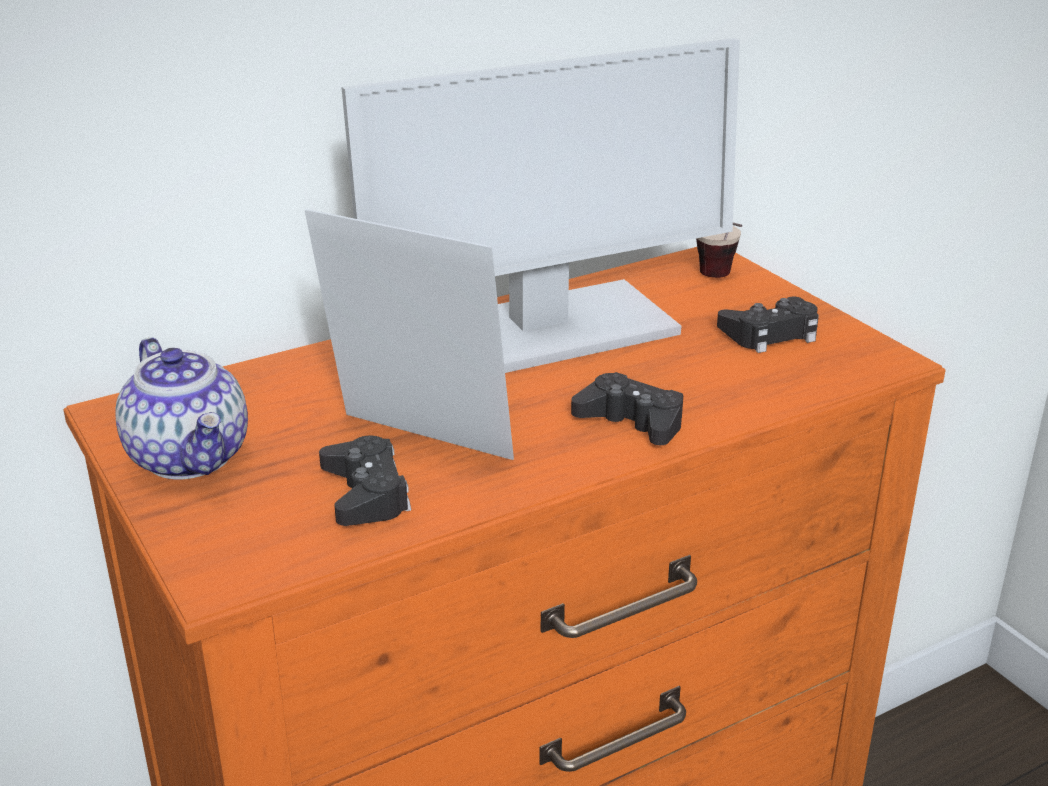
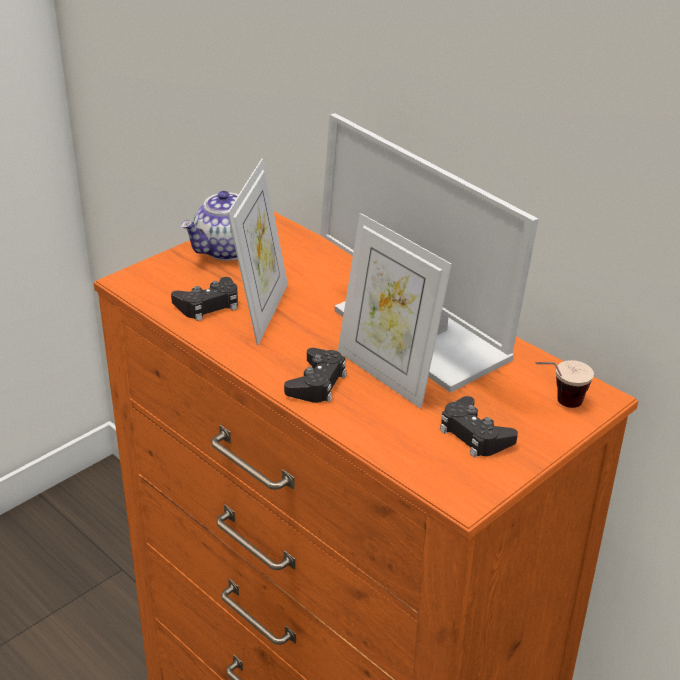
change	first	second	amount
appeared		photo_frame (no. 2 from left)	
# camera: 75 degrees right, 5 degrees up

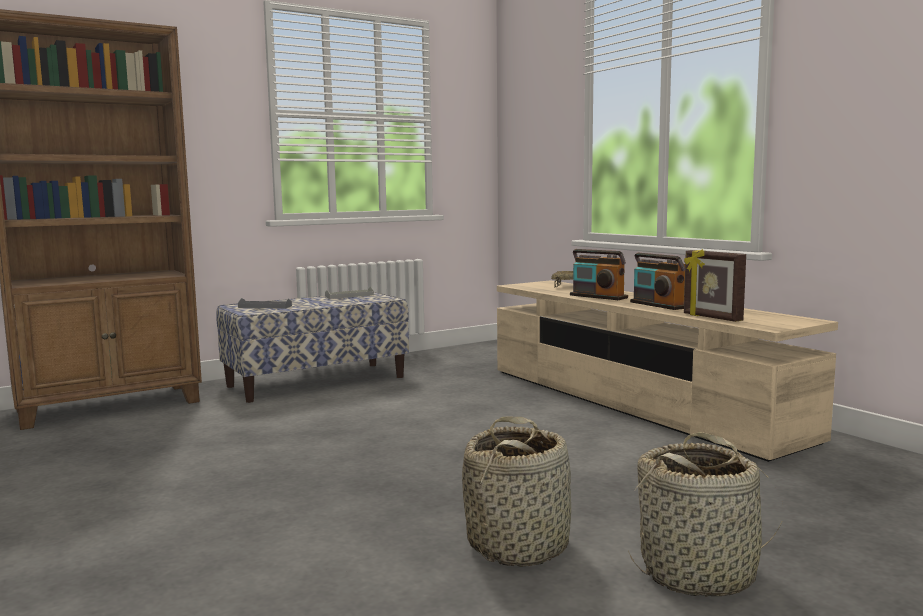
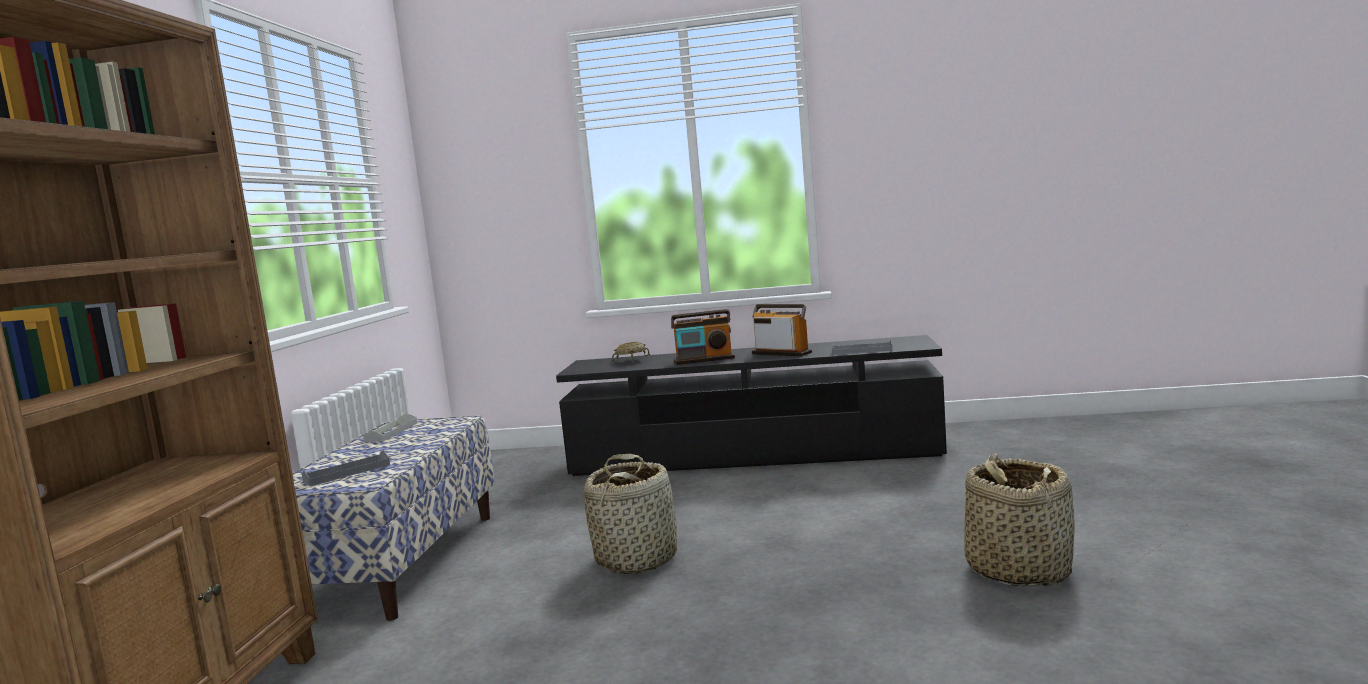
change	first	second	amount
exchanged	photo_frame	greyish_tray (no. 3 from left)	
spun	radio (no. 2 from left)		150 degrees counterclockwise
colour	sand-coloured_media_console	blackish_media_console	
relocated	household_basket (no. 2 from left in the first image)	household_basket (no. 1 from left)	
# camera: 50 degrees left, 0 degrees up

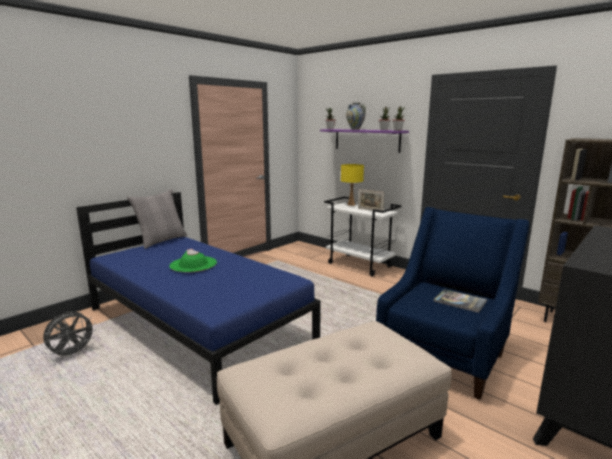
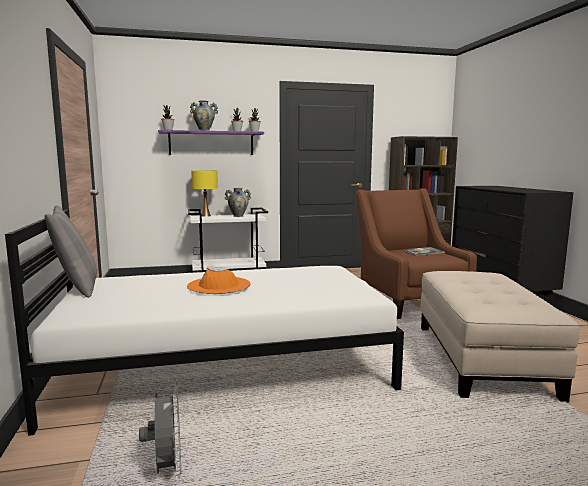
change	first	second	amount
exchanged	photo_frame	decorative_vase (no. 2 from left)	
colour	bluish_bed	whitish_bed	
colour	bluish_lounge_chair	brownish_lounge_chair	
colour	greenish_clothing_hat	orangey_clothing_hat	
# camera: 55 degrees left, 5 degrees down

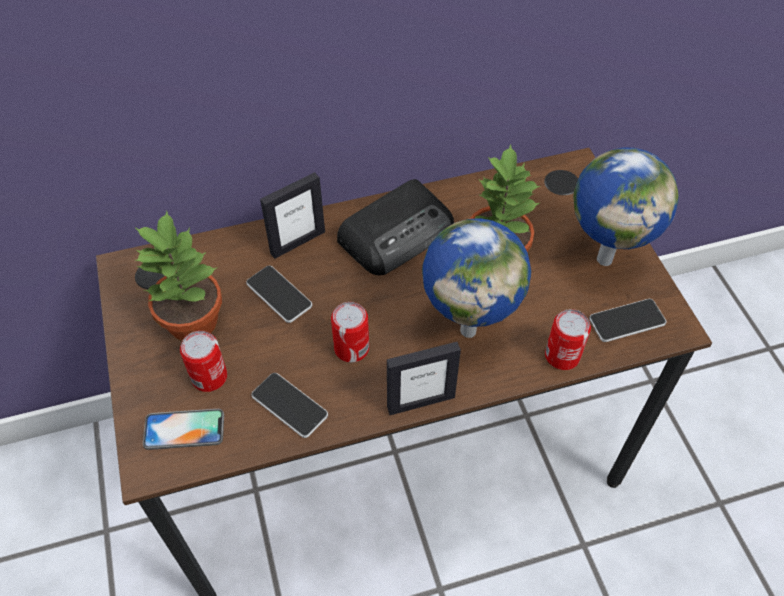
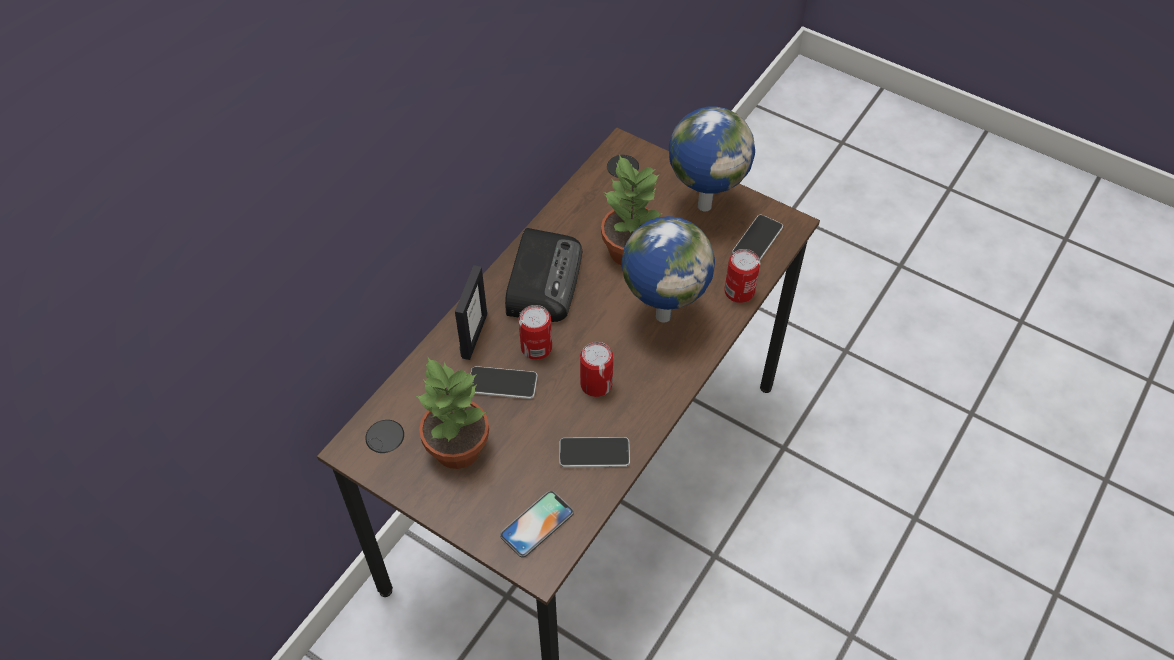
change	first	second	amount
relocated	metal_can (no. 1 from left)		
missing	photo_frame (no. 2 from left)		
# camera: 40 degrees left, 0 degrees up

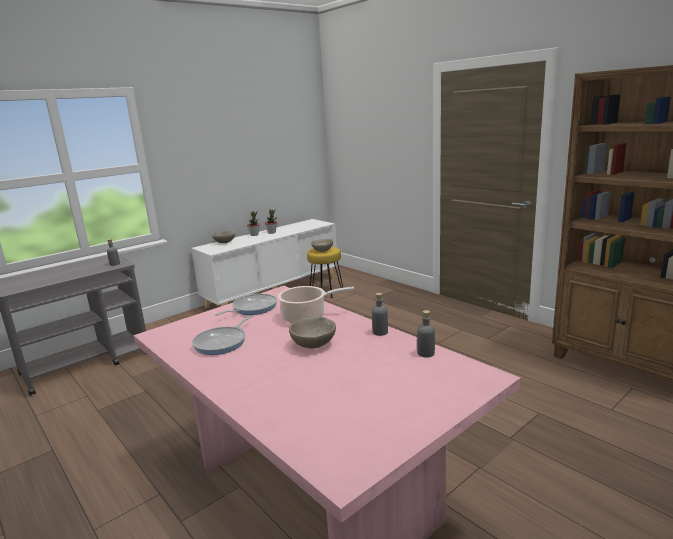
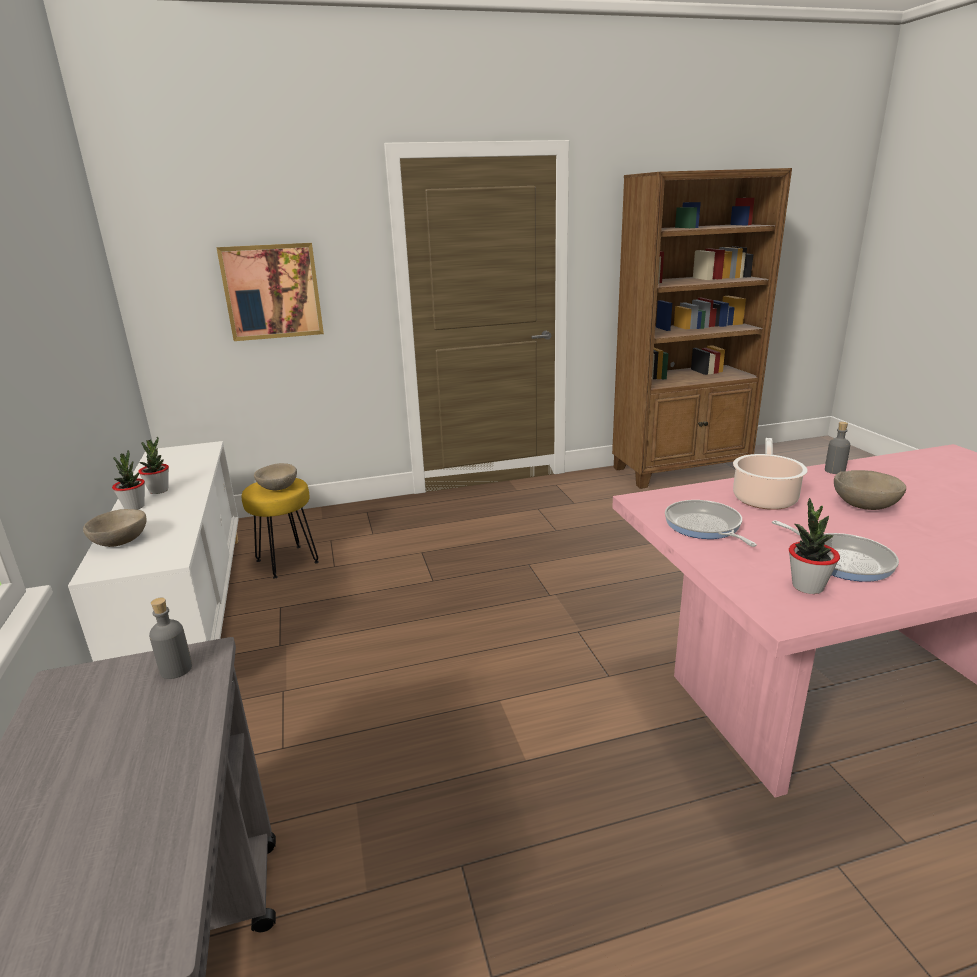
change	first	second	amount
missing	greyish_beverage_bottle (no. 3 from left)		
appeared		wall_art	
appeared		houseplant (no. 3 from left)	
# camera: 65 degrees left, 5 degrees up

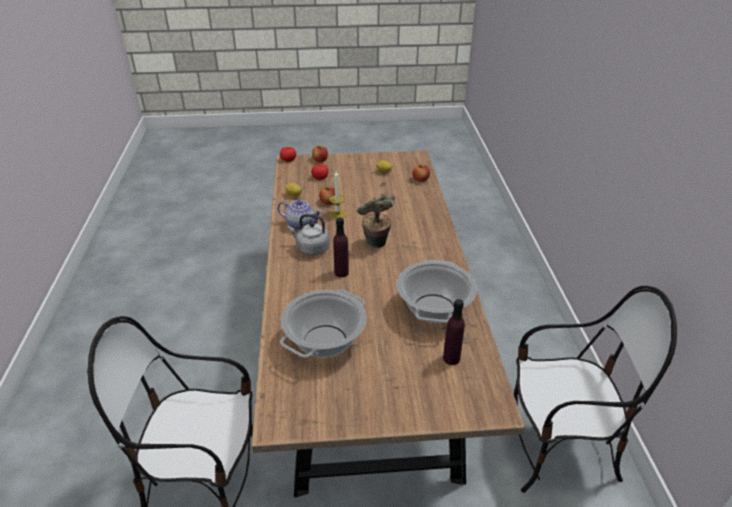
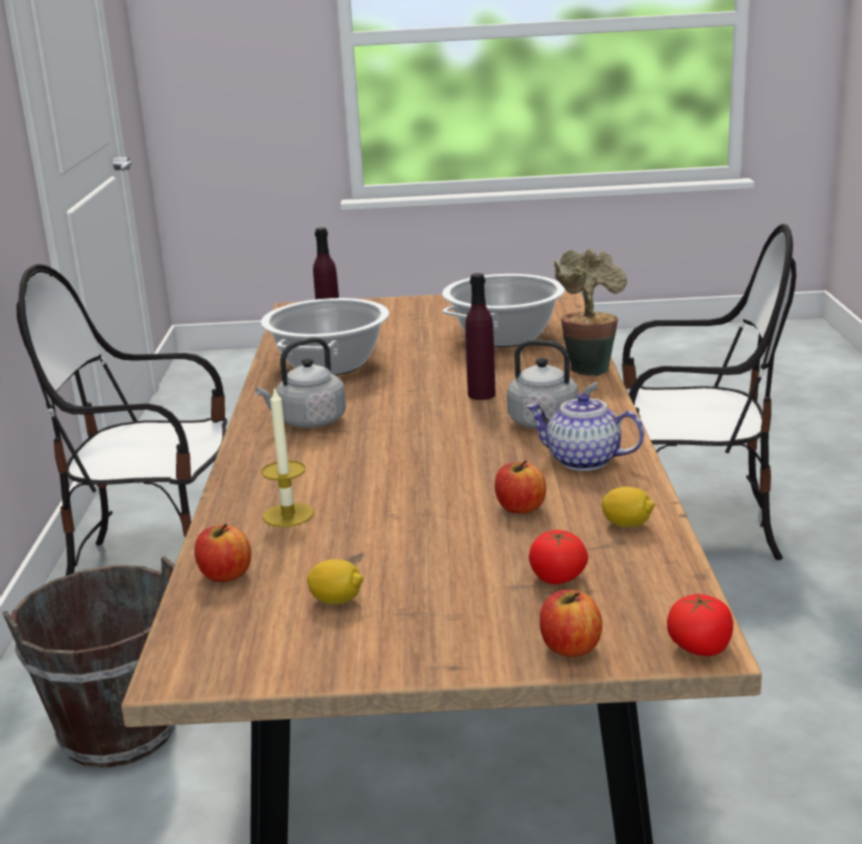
change	first	second	amount
relocated	candle		
relocated	houseplant		
appeared		greyish_kettle (no. 1 from left)	
appeared		brownish_water_bucket	
# camera: 175 degrees left, 15 degrees down

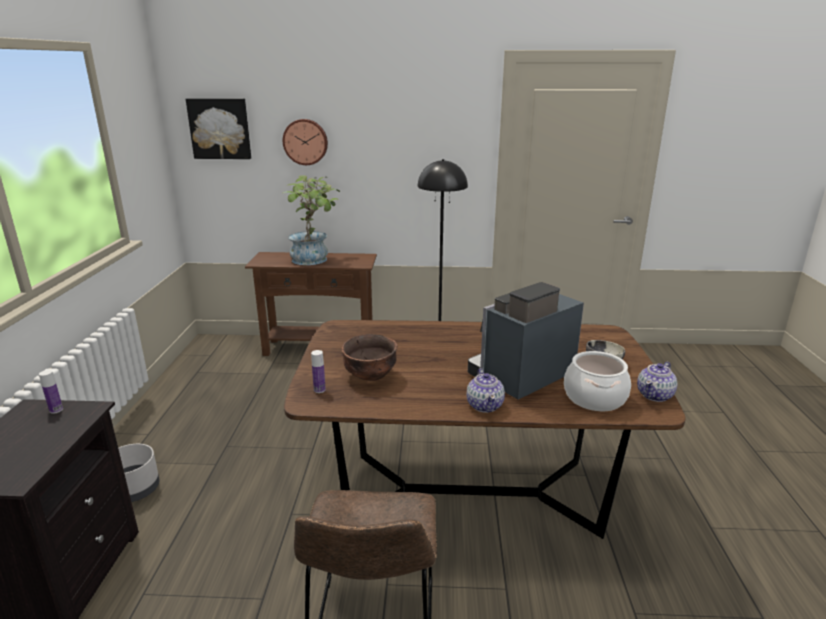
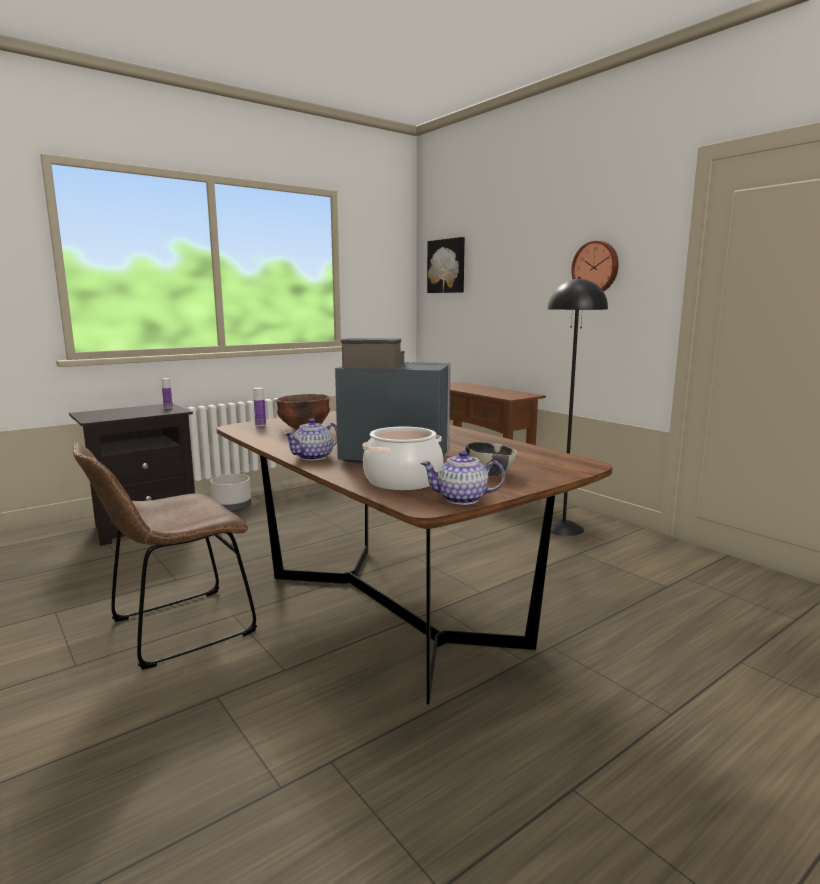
change	first	second	amount
relocated	hanging_clock		
missing	houseplant		
# camera: 50 degrees right, 10 degrees down

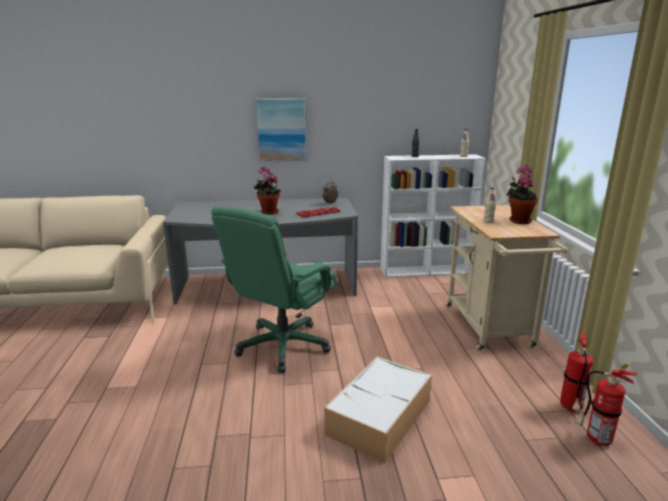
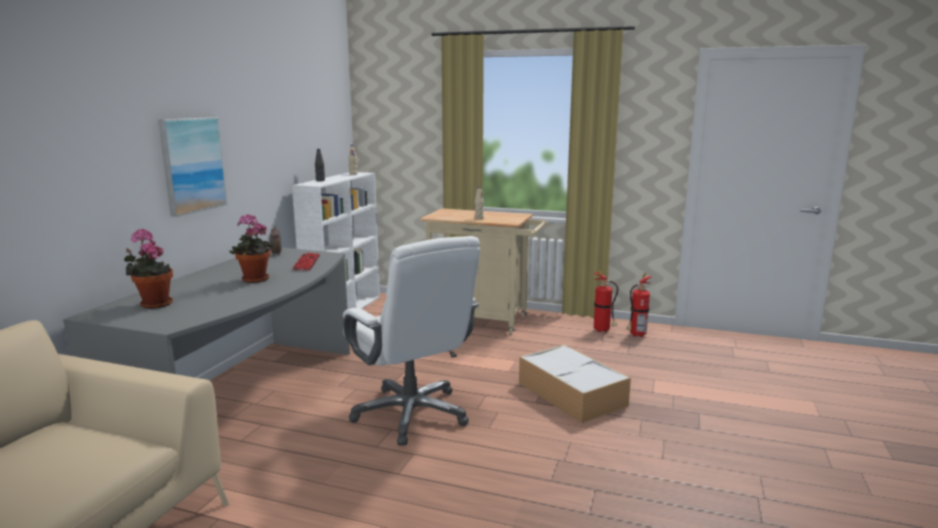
change	first	second	amount
relocated	houseplant (no. 2 from left in the first image)	houseplant (no. 1 from left)	
colour	greenish_office_chair	whitish_office_chair	
# camera: 65 degrees left, 5 degrees down

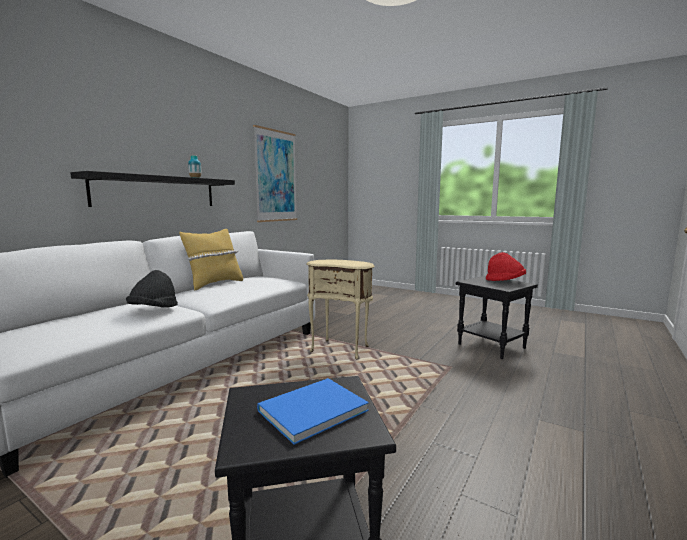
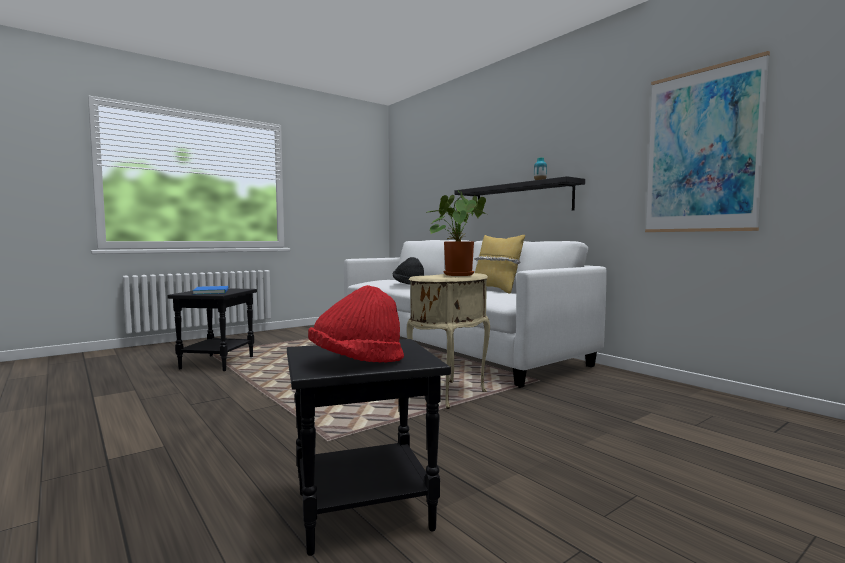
change	first	second	amount
appeared		houseplant	
# camera: 110 degrees right, 5 degrees down

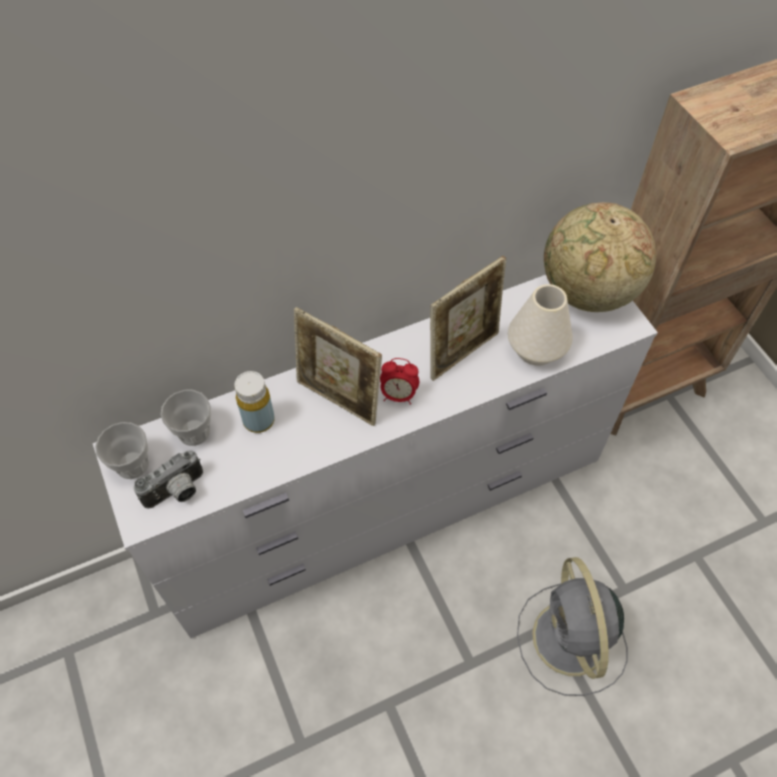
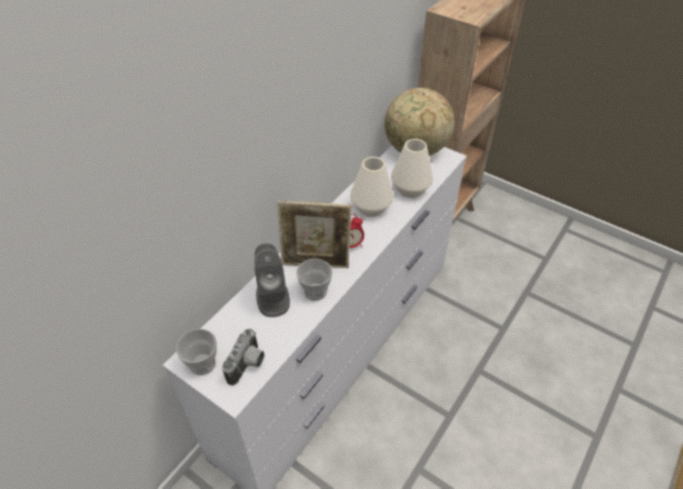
change	first	second	amount
exchanged	photo_frame (no. 2 from left)	whitish_decorative_vase (no. 1 from left)	
exchanged	yellow_beverage_bottle	greyish_loudspeaker	
relocated	small_cup (no. 2 from left)		
missing	greyish_cooling_fan		
# camera: 30 degrees left, 10 degrees down

